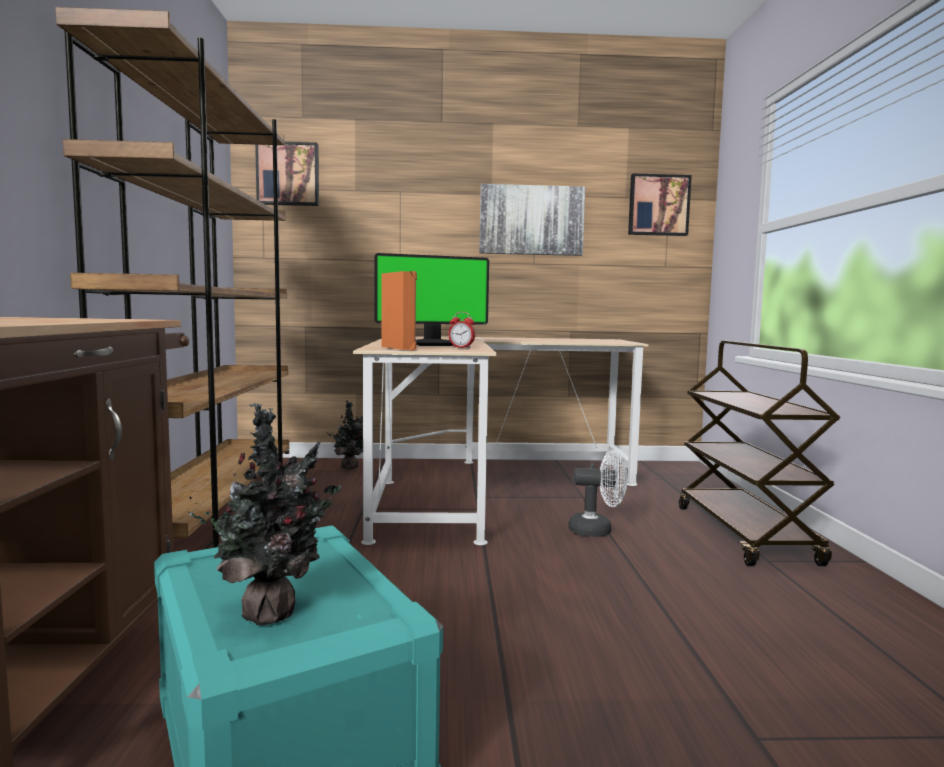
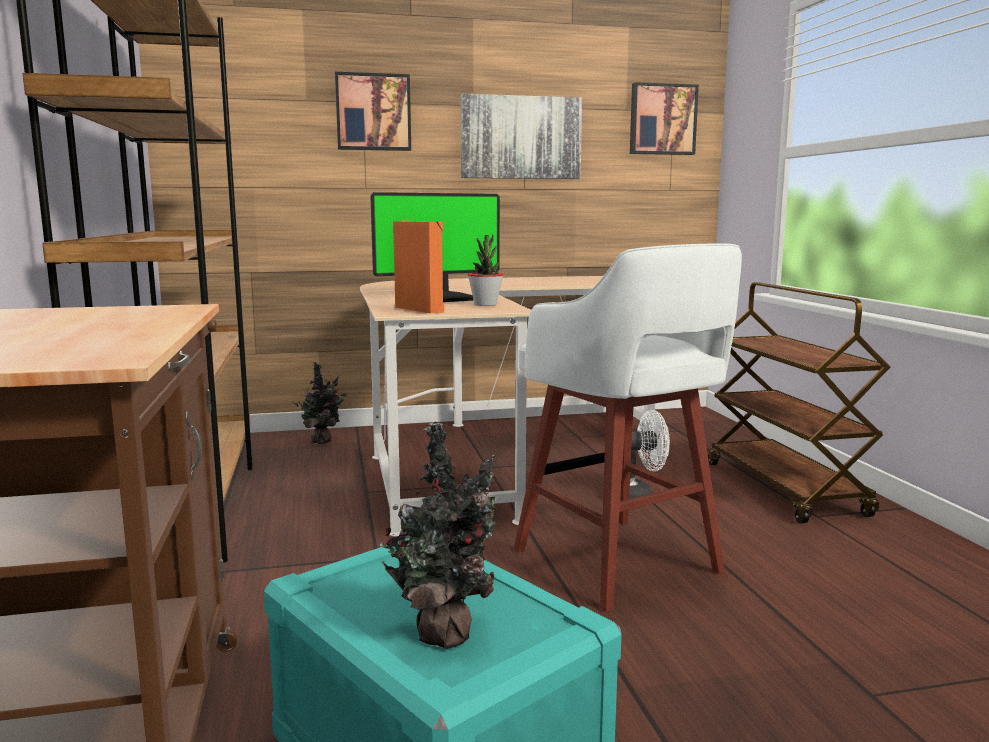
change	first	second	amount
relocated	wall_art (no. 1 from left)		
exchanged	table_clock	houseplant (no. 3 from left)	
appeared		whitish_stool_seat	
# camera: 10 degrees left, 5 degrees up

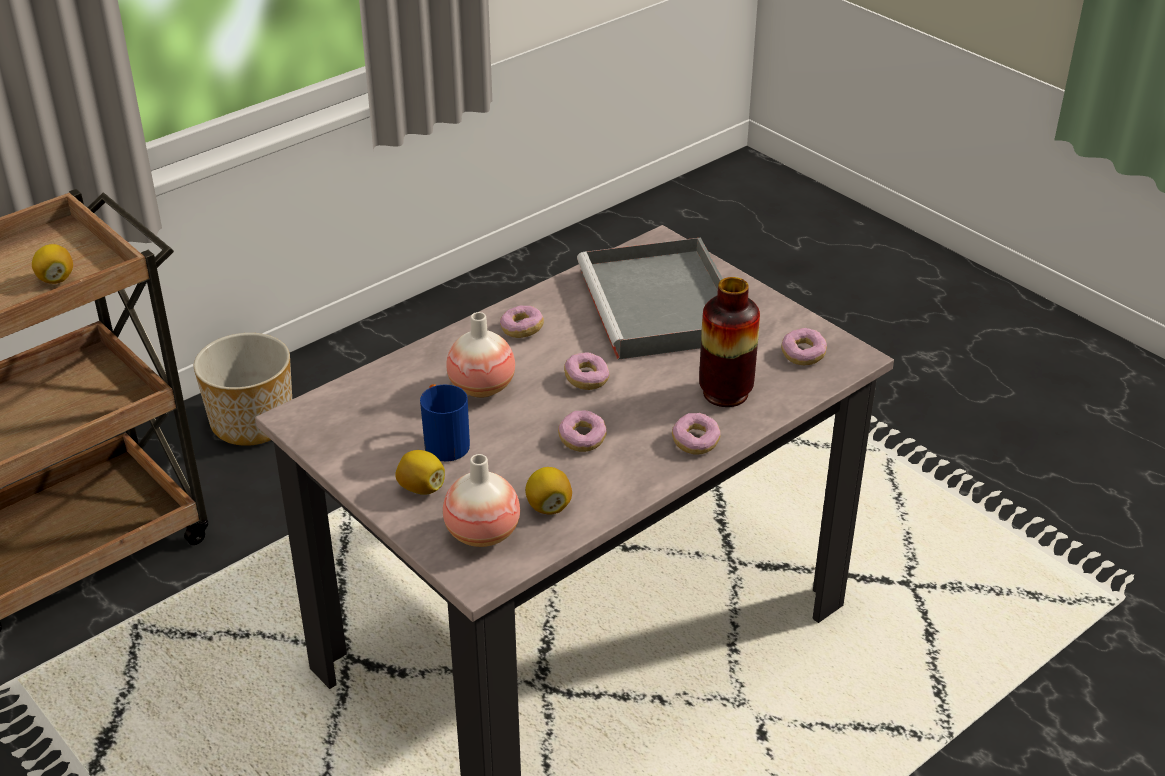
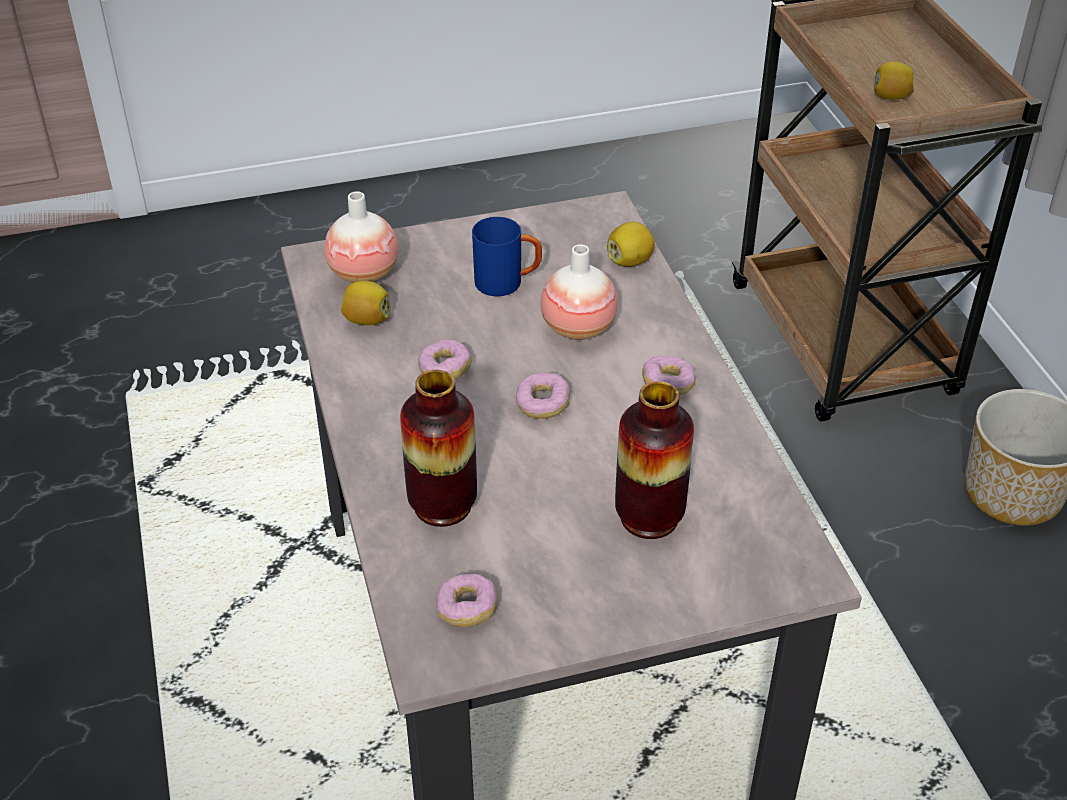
change	first	second	amount
exchanged	greyish_tray	decorative_vase (no. 4 from left)	
missing	doughnut (no. 4 from left)		
relocated	whole_lemon (no. 2 from left)		
# camera: 115 degrees right, 5 degrees up

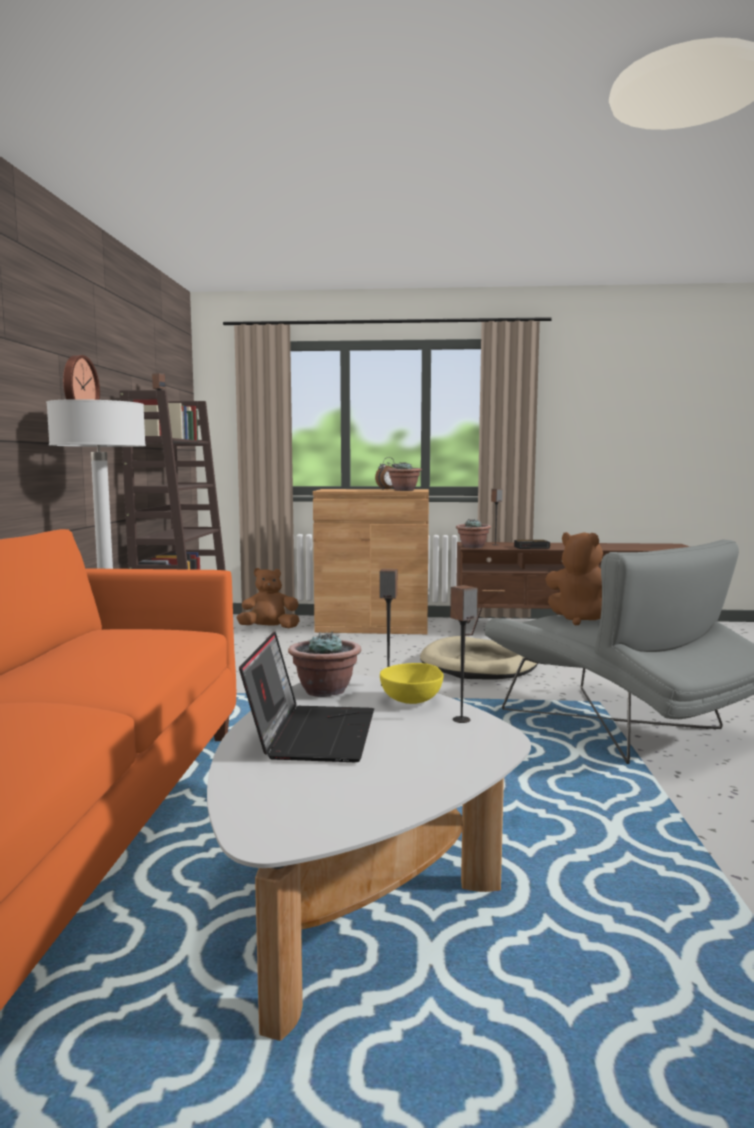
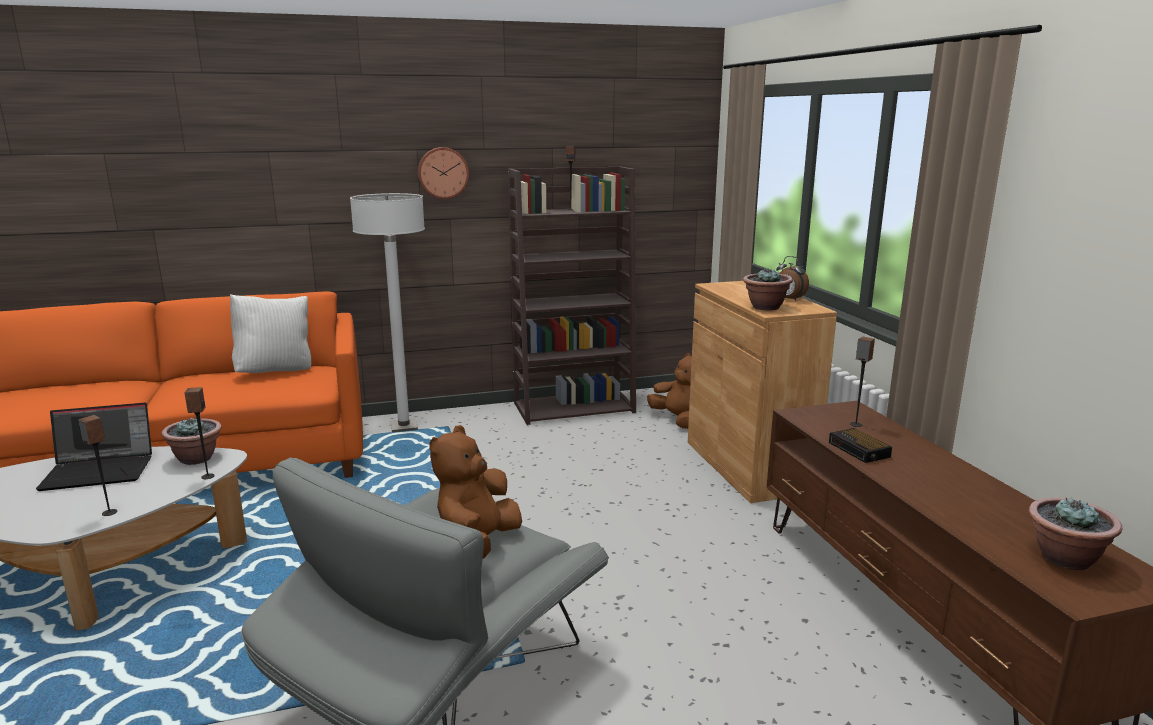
change	first	second	amount
relocated	houseplant (no. 3 from left)		
missing	sand-coloured_dog_bed		
missing	yellow_bowl		
appeared		whitish_cushion	
# camera: 70 degrees right, 10 degrees up

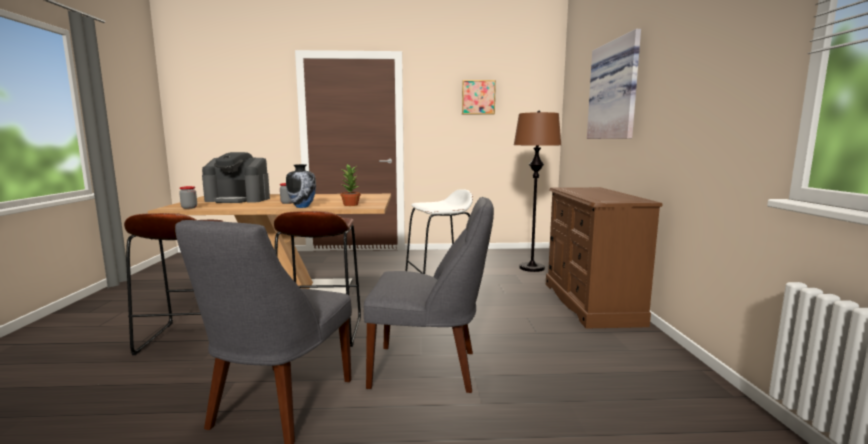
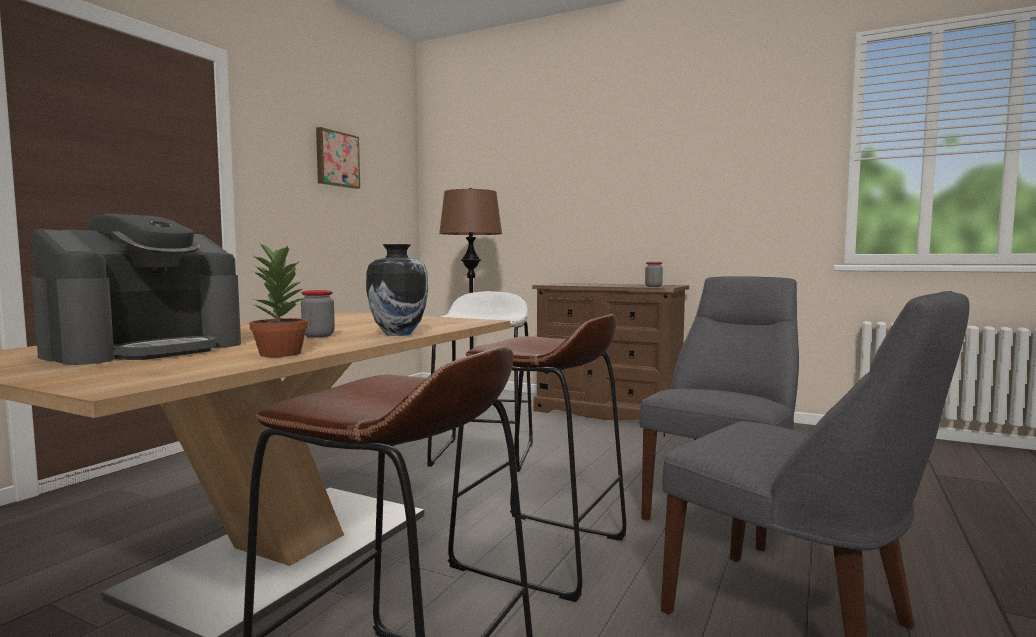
change	first	second	amount
missing	wall_art (no. 2 from left)		
relocated	houseplant		
relocated	jar (no. 1 from left in the first image)	jar (no. 2 from left)	
# camera: 60 degrees left, 5 degrees down

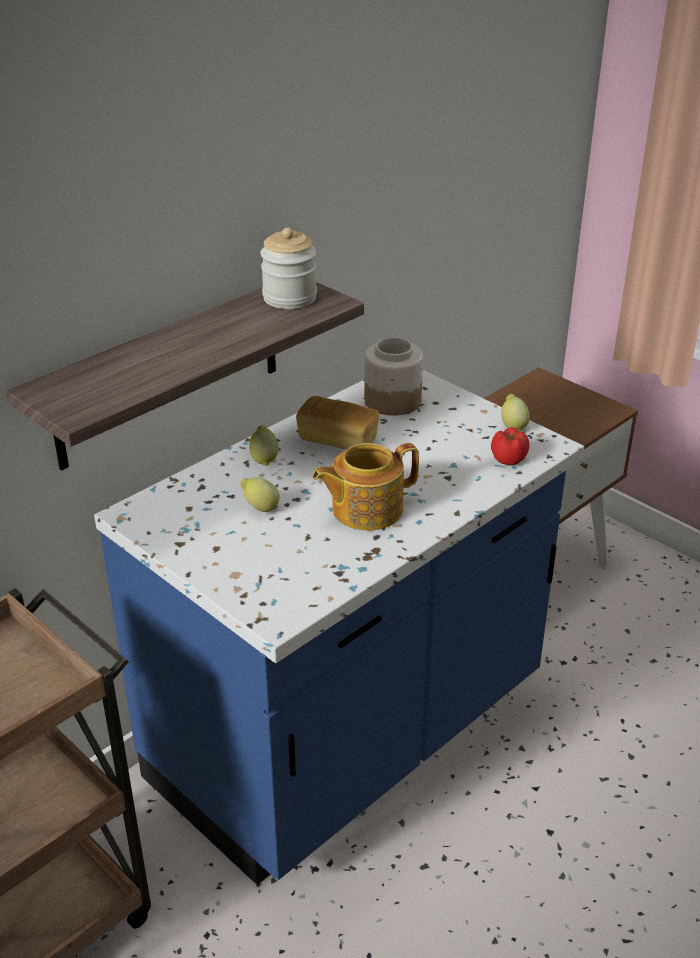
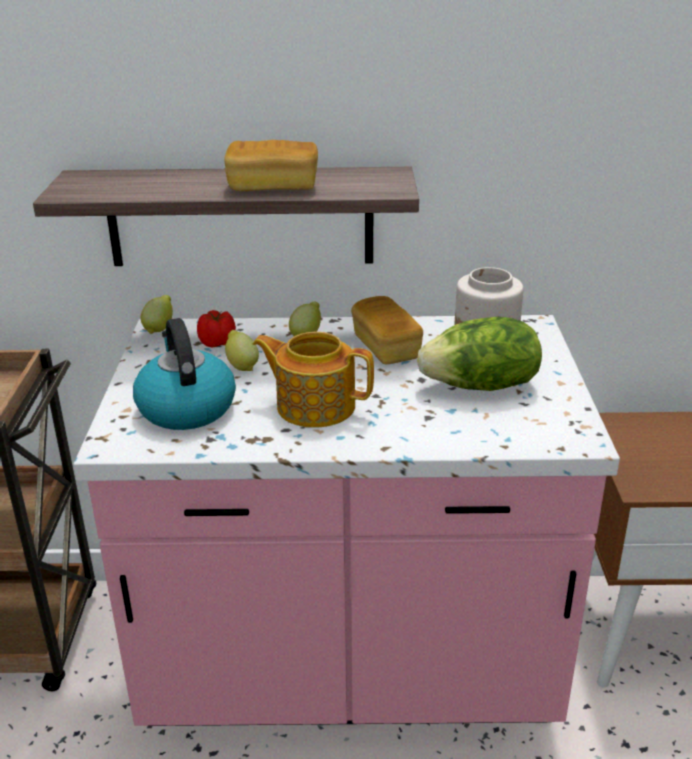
change	first	second	amount
missing	jar (no. 1 from left)		
colour	bluish_kitchen_base_unit	pink-coloured_kitchen_base_unit	
relocated	whole_lemon (no. 3 from left in the first image)	whole_lemon (no. 1 from left)	
relocated	fresh_tomato		
appeared		baked_bread (no. 1 from left)	
appeared		lettuce_head	
appeared		kettle	
# camera: 45 degrees right, 5 degrees down

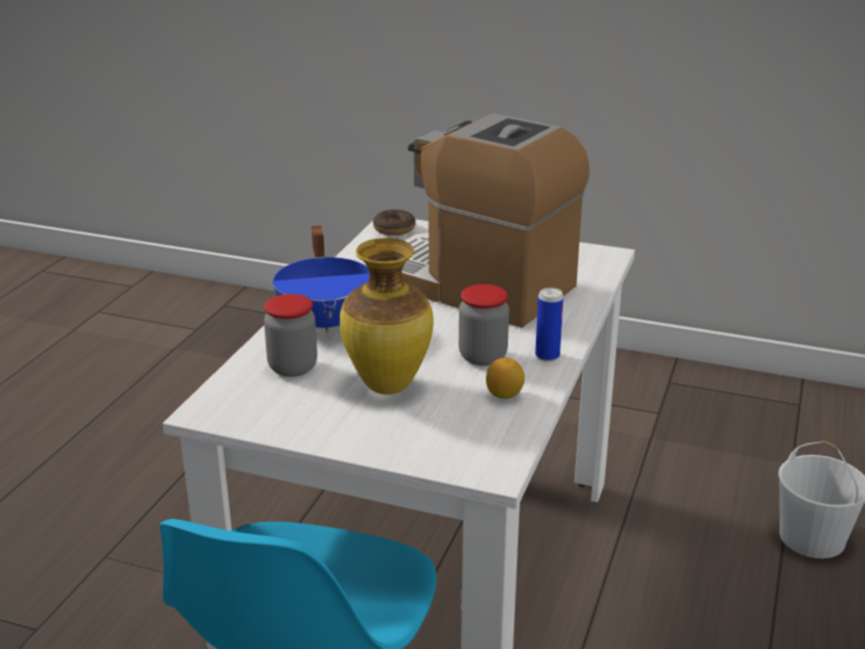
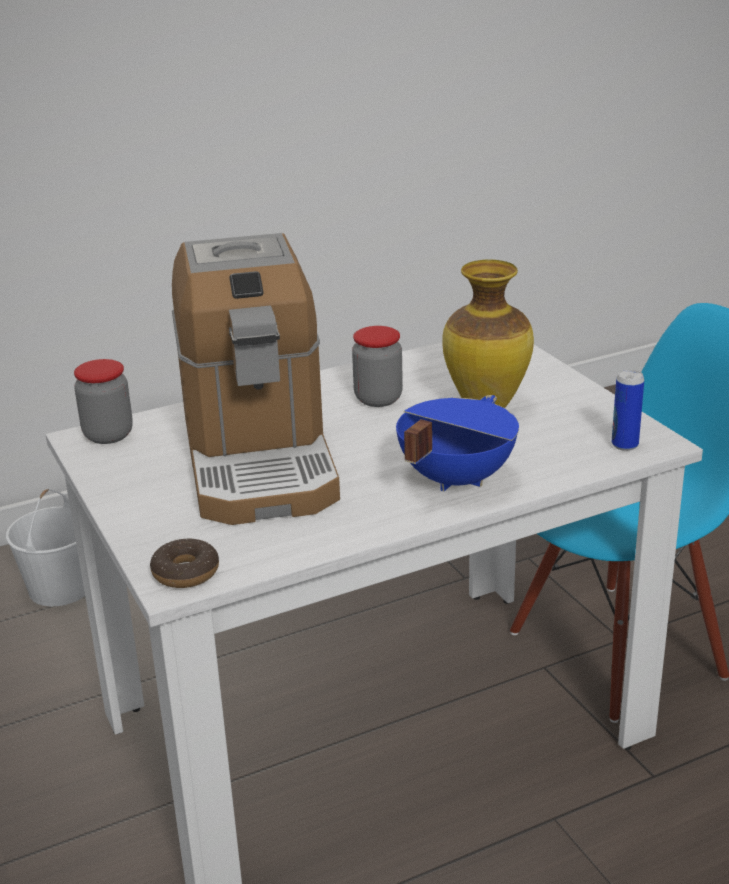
change	first	second	amount
relocated	metal_can		
relocated	jar (no. 1 from left)		
missing	whole_lemon		
# camera: 135 degrees left, 0 degrees up

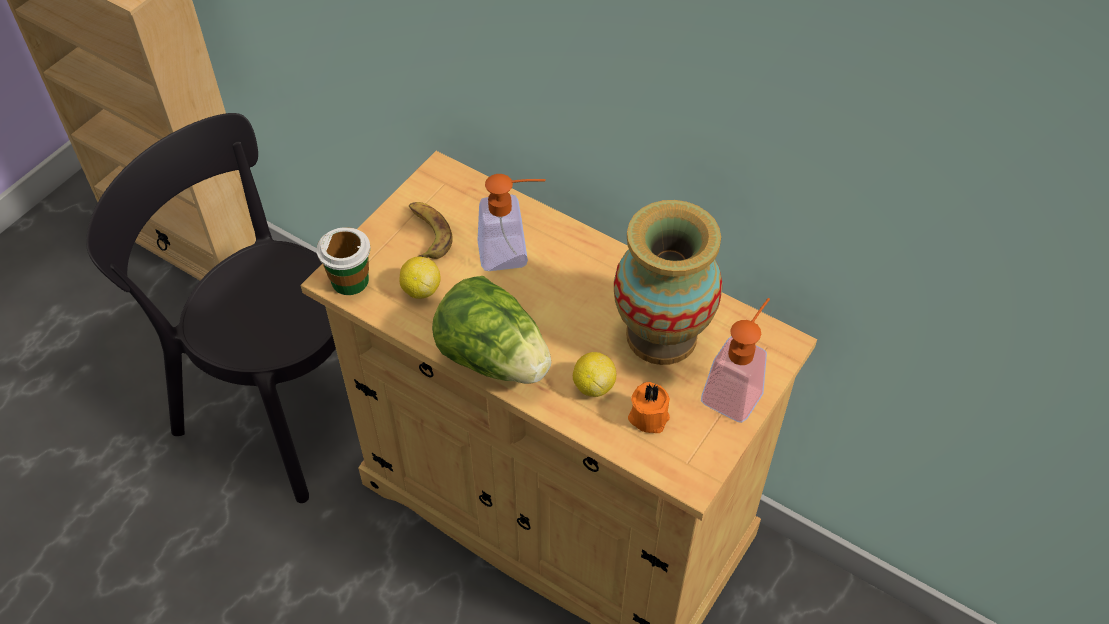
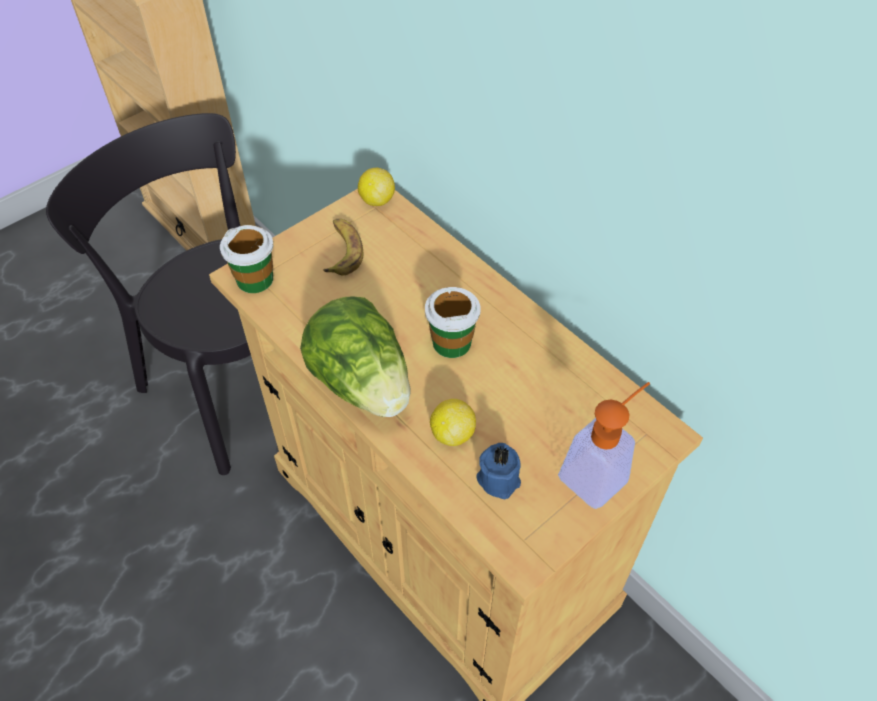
change	first	second	amount
missing	soap_dispenser (no. 1 from left)		
missing	decorative_vase		
relocated	whole_lemon (no. 1 from left)		
colour	orangey_candle	bluish_candle	
appeared		small_cup (no. 2 from left)	
# camera: 15 degrees right, 0 degrees up

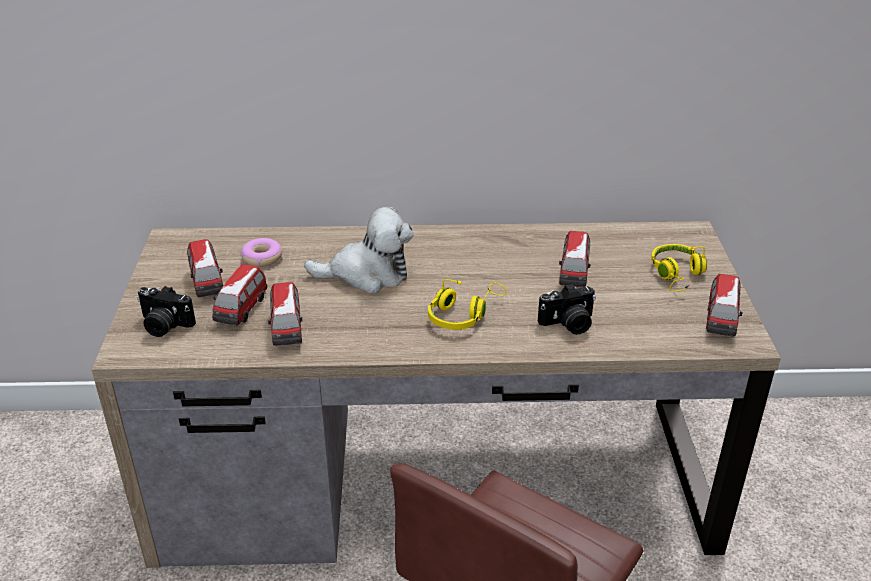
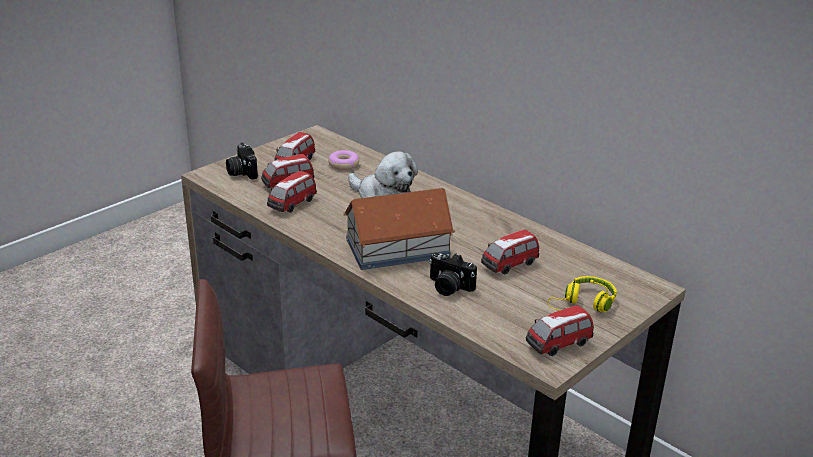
change	first	second	amount
exchanged	yellow_headphones (no. 1 from left)	model_house	
# camera: 45 degrees right, 5 degrees down

